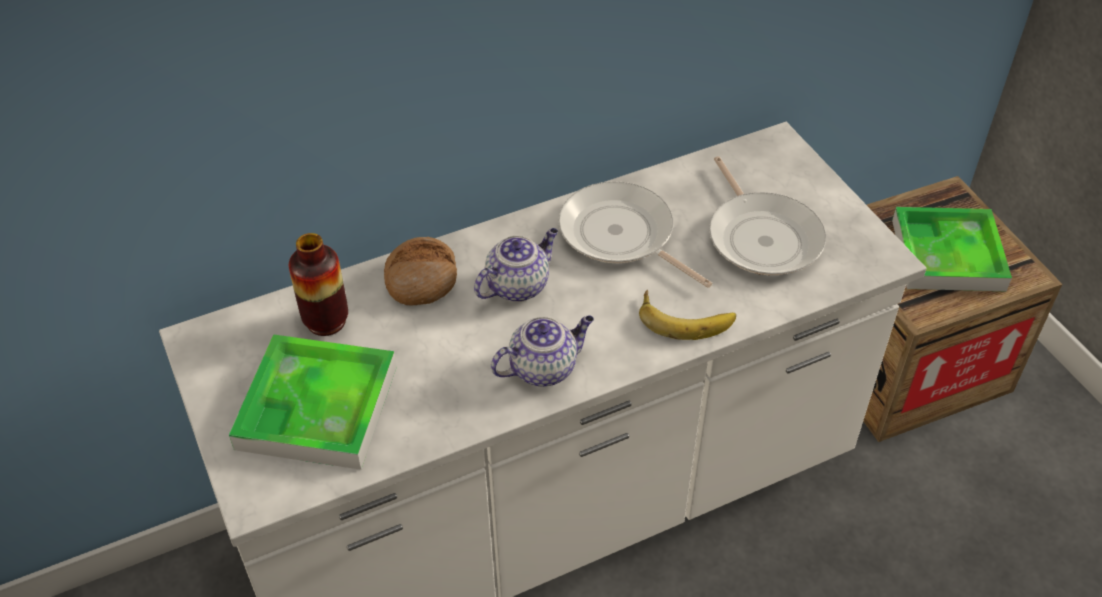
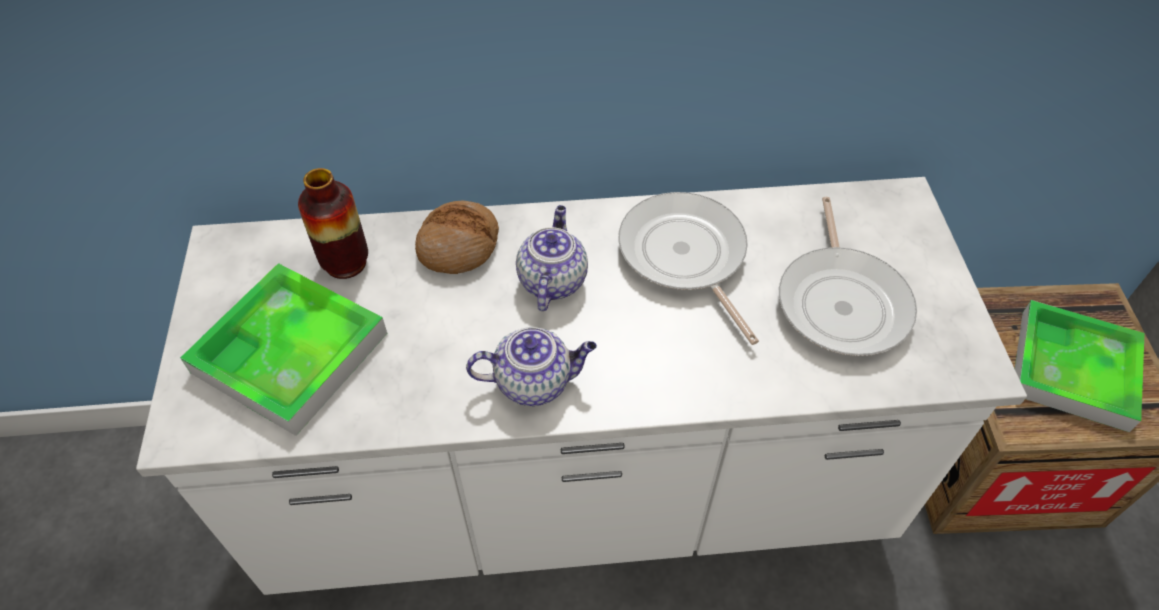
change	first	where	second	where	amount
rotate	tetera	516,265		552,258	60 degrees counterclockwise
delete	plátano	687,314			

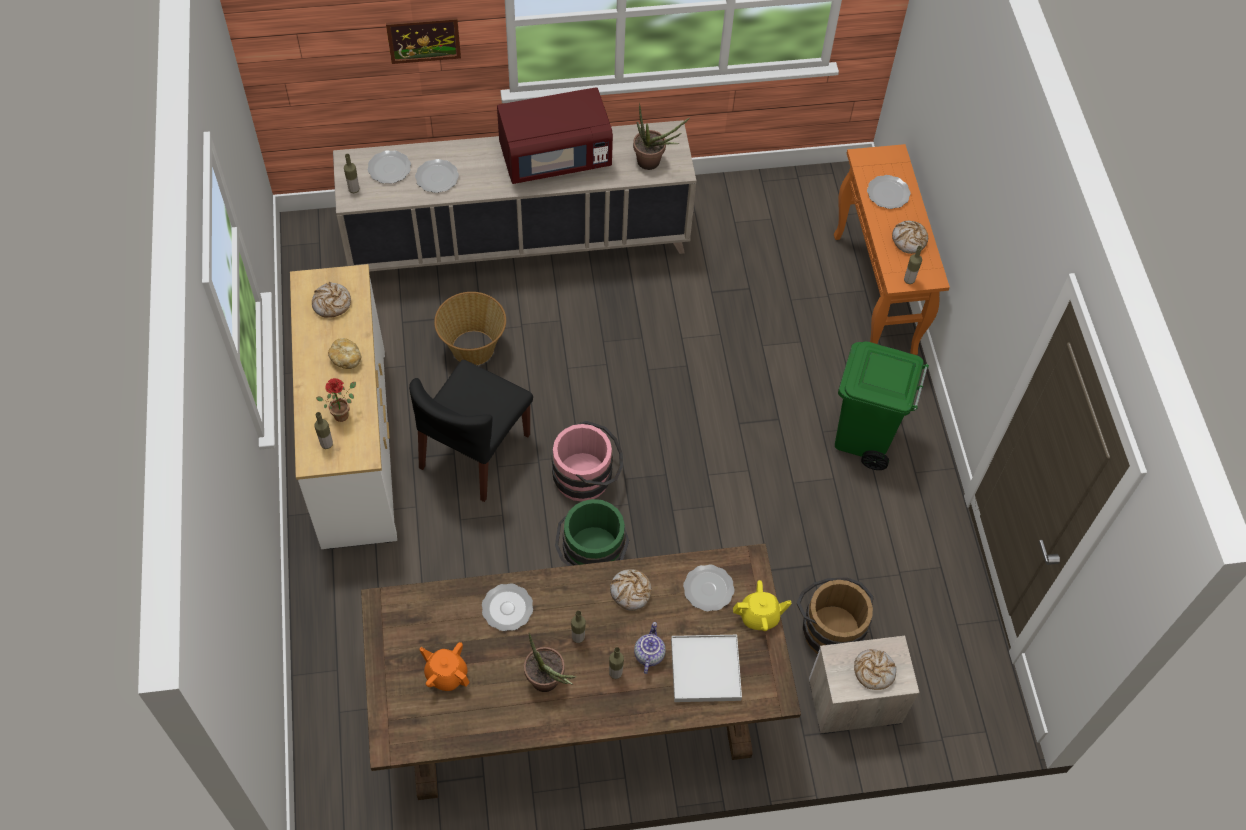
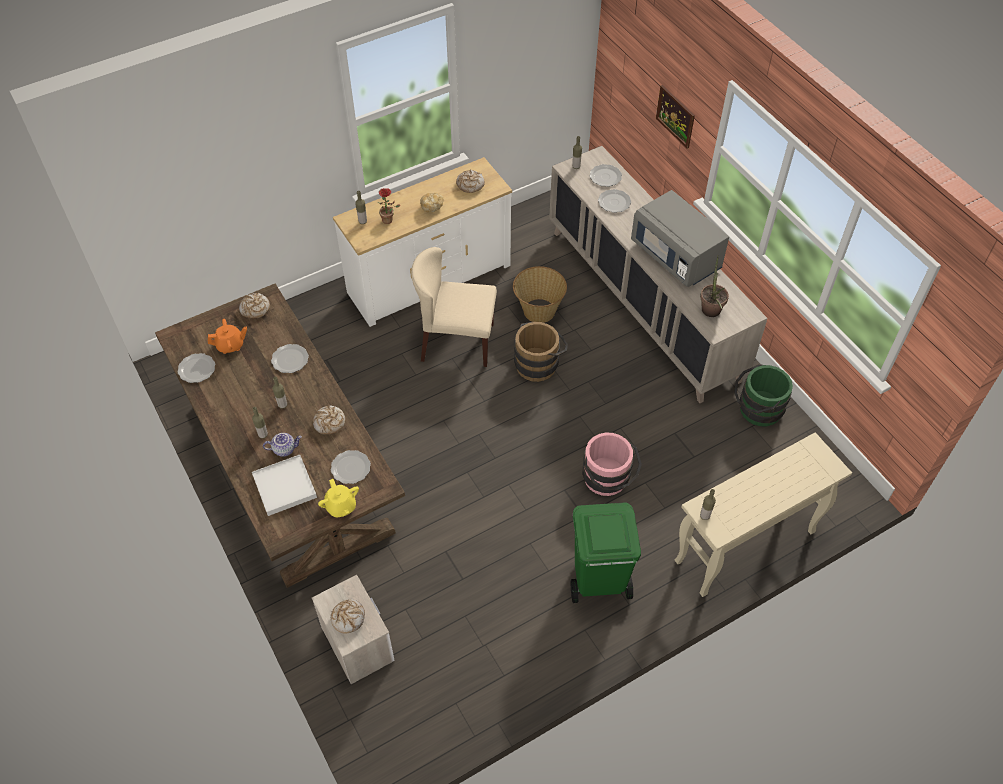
change	first	where	second	where	amount
move	plato	889,192		196,368	
rotate	tetera (naranja)	444,666		227,336	60 degrees clockwise
move	pan	910,237		254,306	
recolor	silla (negro)	471,431	silla (beis)	454,307	
move	cubo (marrón)	835,615		541,352	
move	cubo (rosa)	587,461		612,464	
recolor	microondas (rojo)	555,135	microondas (gris)	680,238	
recolor	mesa consola (naranja)	892,249	mesa consola (beis)	763,514	
move	cubo (verde)	592,532		763,395	
delete	planta en maceta	550,662			

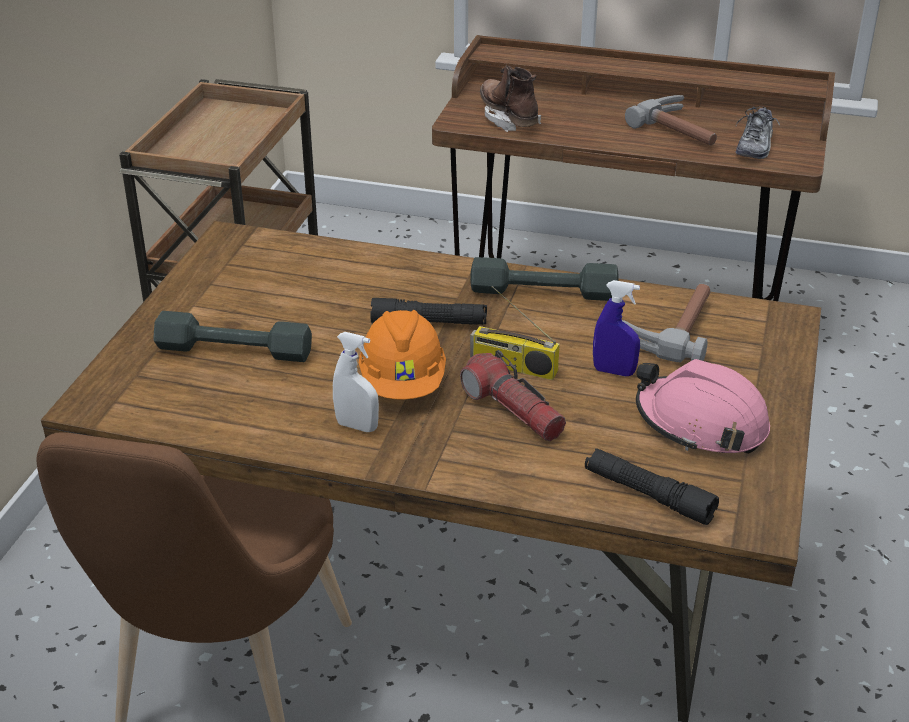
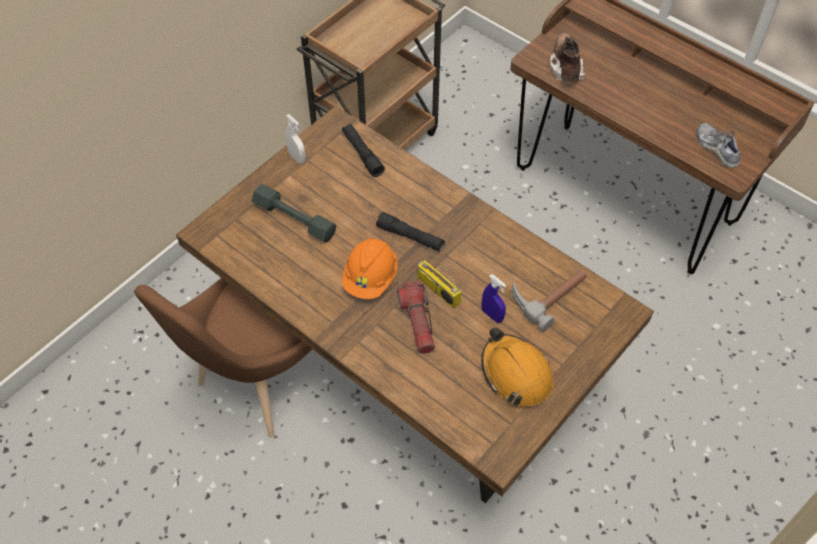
change	first	where	second	where	amount
move	pulverizador (blanco)	356,382		296,139	
move	linterna (negro)	652,486		363,150	
recolor	casco (rosa)	703,406	casco (naranja)	517,367	
rotate	zapato	757,131		718,145	105 degrees clockwise
delete	mancuerna (gris)	544,279			
delete	martillo	671,120			

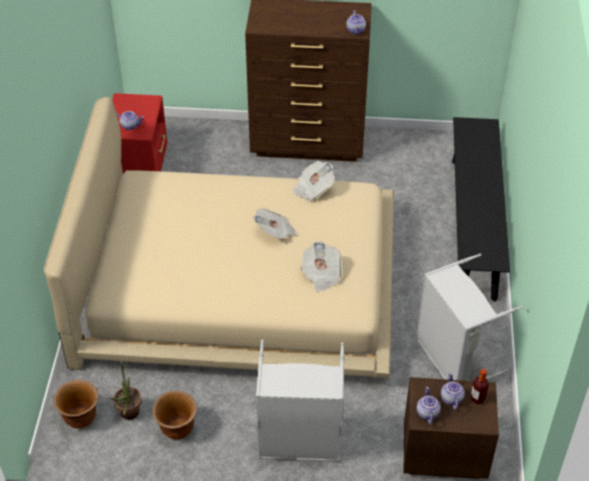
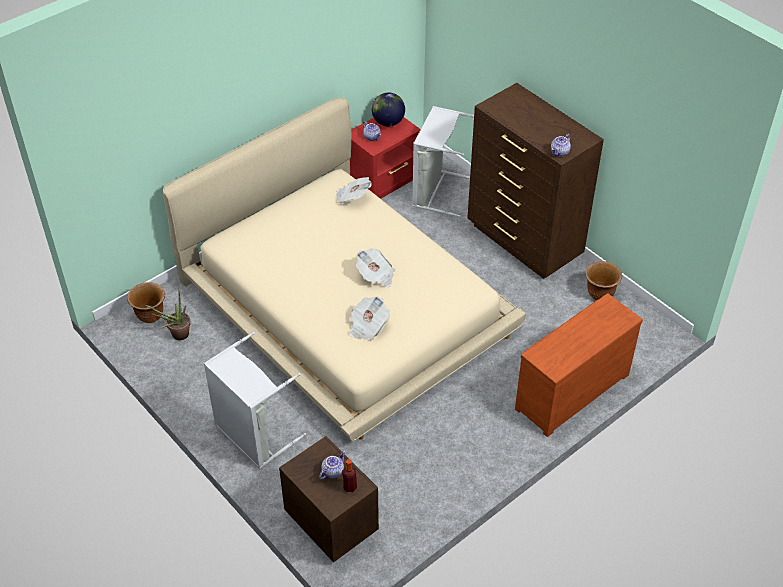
change	first	where	second	where	amount
move	periódico	313,181		354,190	
insert			globo terráqueo	388,110	
move	cesto de la ropa (gris)	469,317		443,161	
replace	banco (negro)	481,209	cómoda (marrón)	579,365	
move	maceta (marrón)	174,415		603,280	
delete	tetera	429,405			

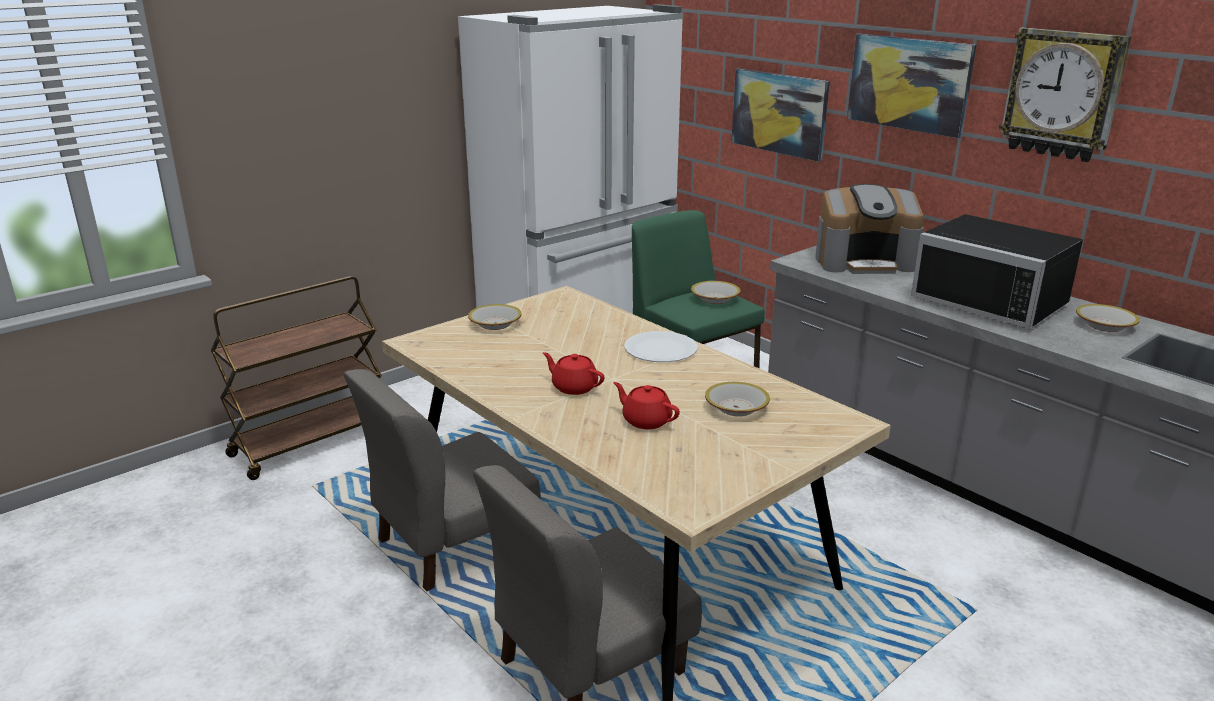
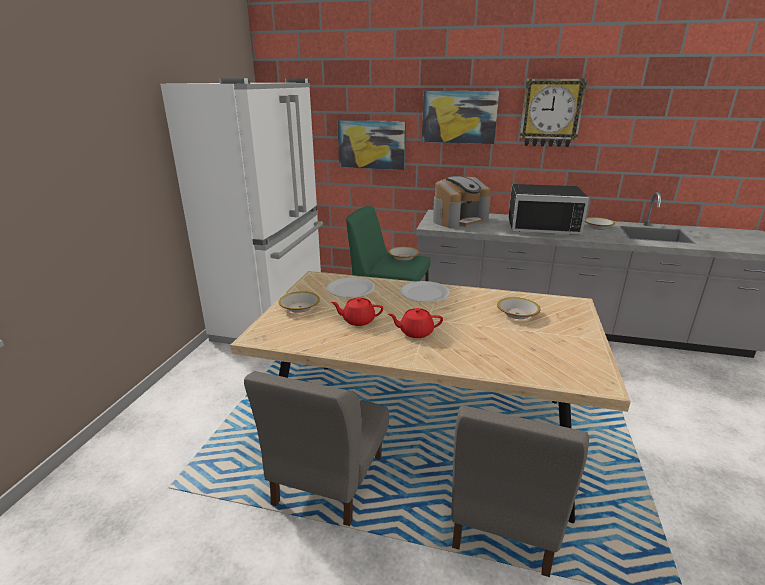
change	first	where	second	where	amount
insert			plato (blanco)	350,287	
move	tetera (rojo)	647,405		357,311	
delete	carrito (marrón)	296,378			

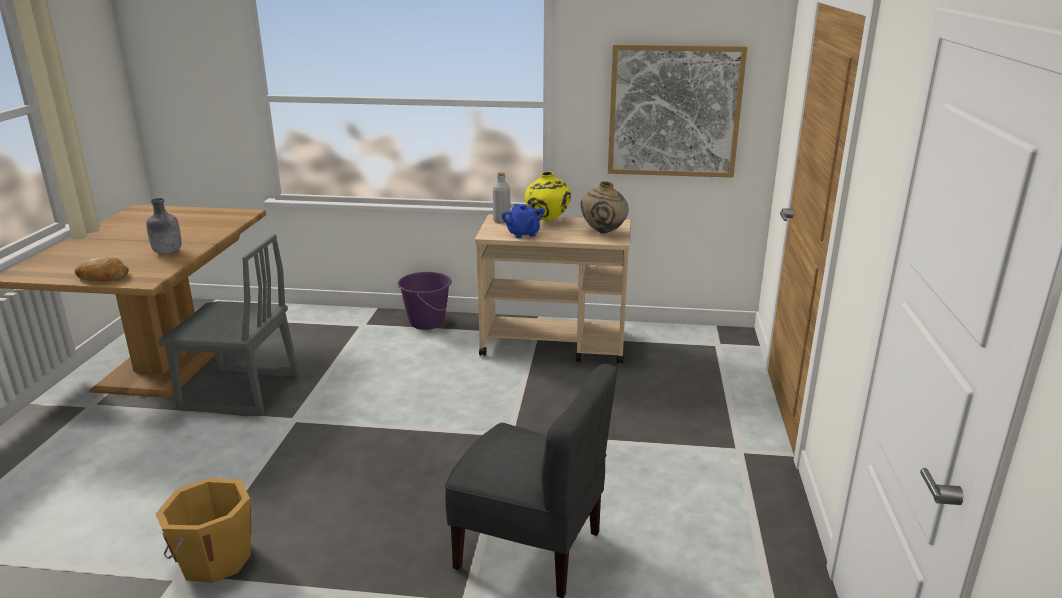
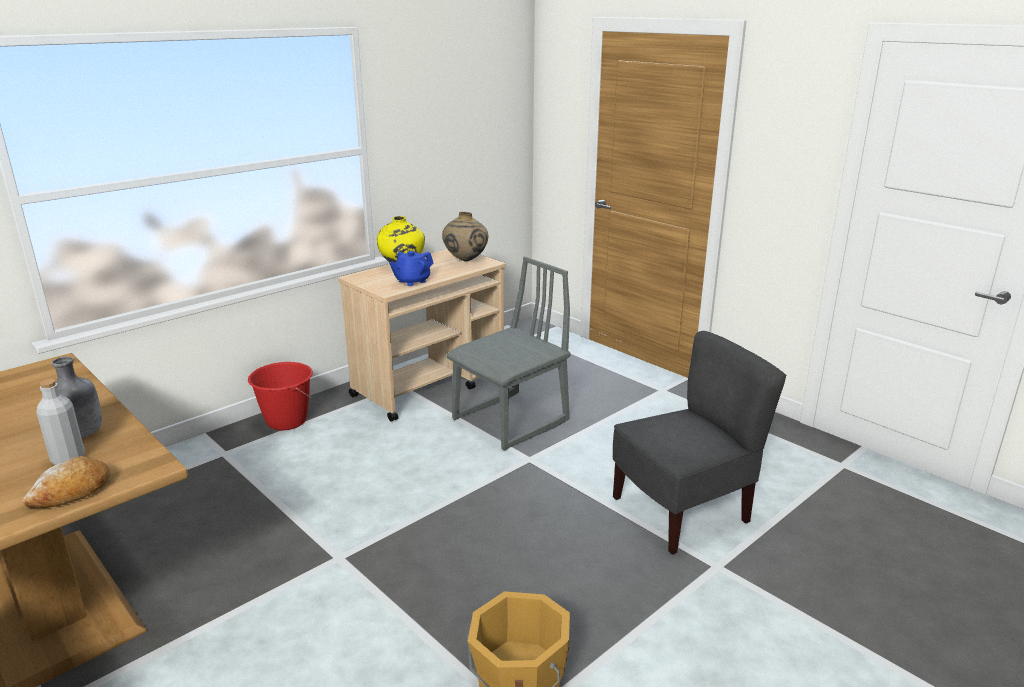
change	first	where	second	where	amount
move	botella (gris)	501,197		60,422	
recolor	cubo (morado)	424,301	cubo (rojo)	280,396	
rotate	tetera (azul)	523,221		411,268	120 degrees clockwise
move	silla (gris)	228,325		508,354	
delete	cuadro	677,111			

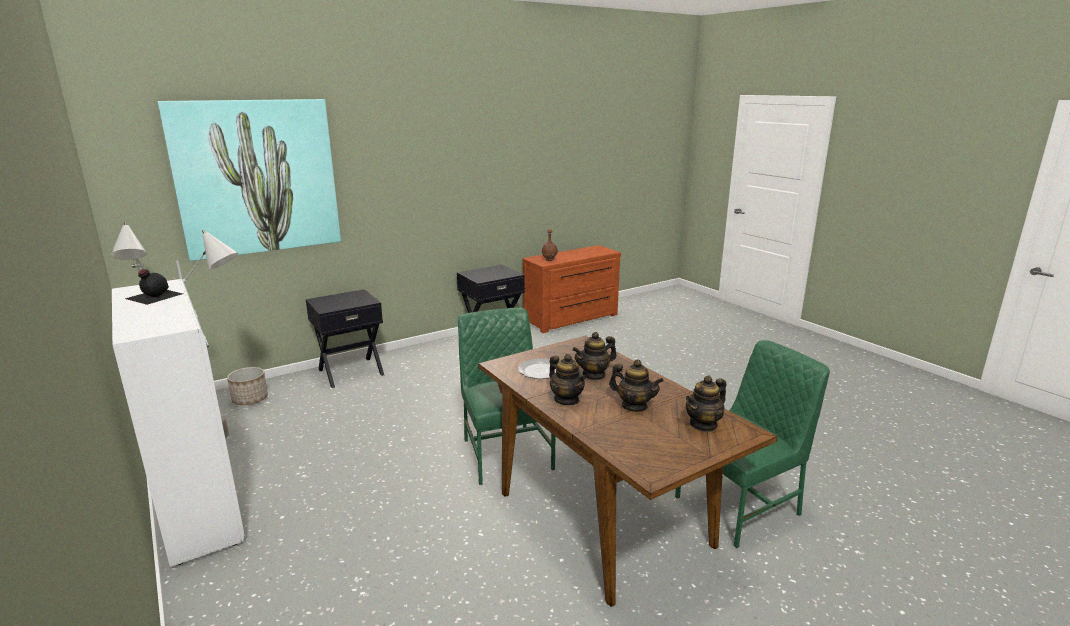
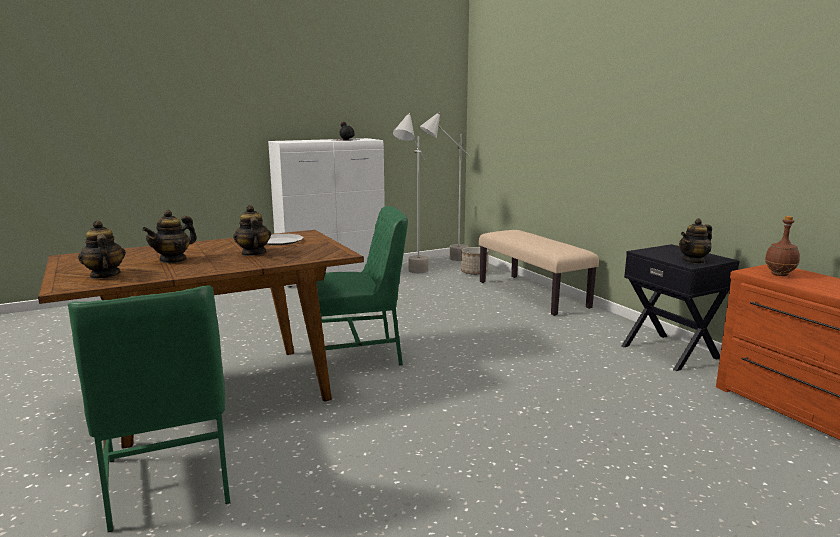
change	first	where	second	where	amount
replace	mesita de noche (negro)	345,338	banco (beis)	539,273	
move	tetera	567,379		695,241	
delete	cuadro	249,180			

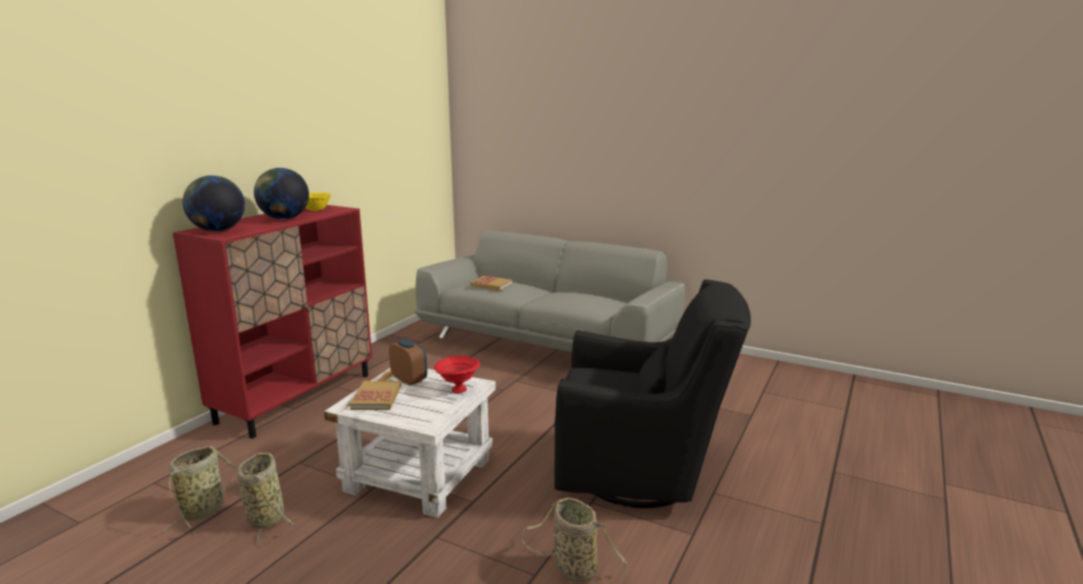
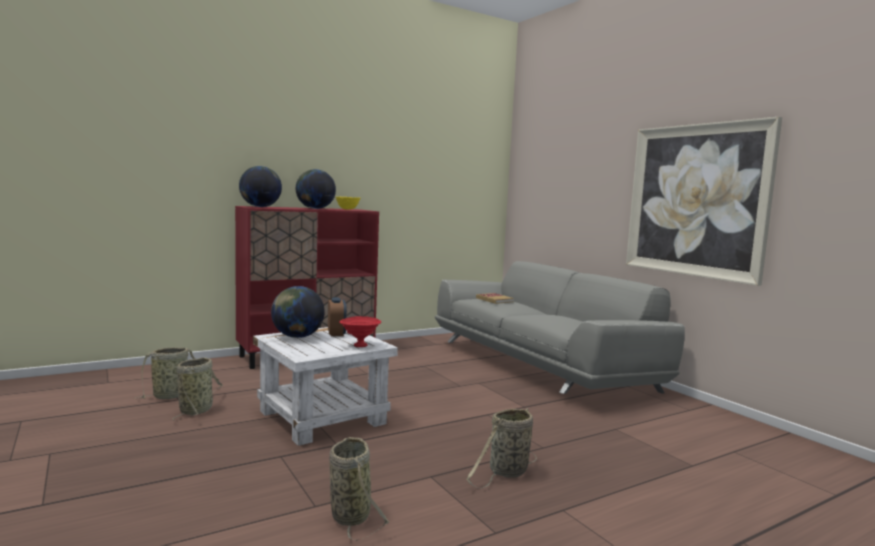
change	first	where	second	where	amount
replace	libro	375,395	globo terráqueo	298,312	
replace	sillón (negro)	652,393	cesta	502,448	
insert			cuadro	704,201	

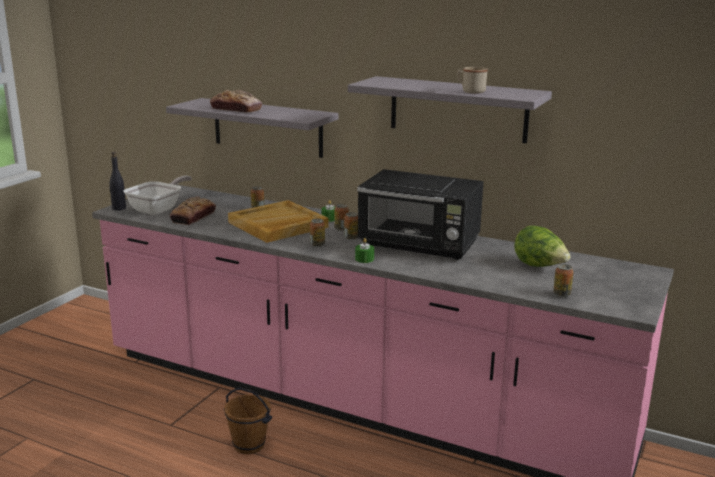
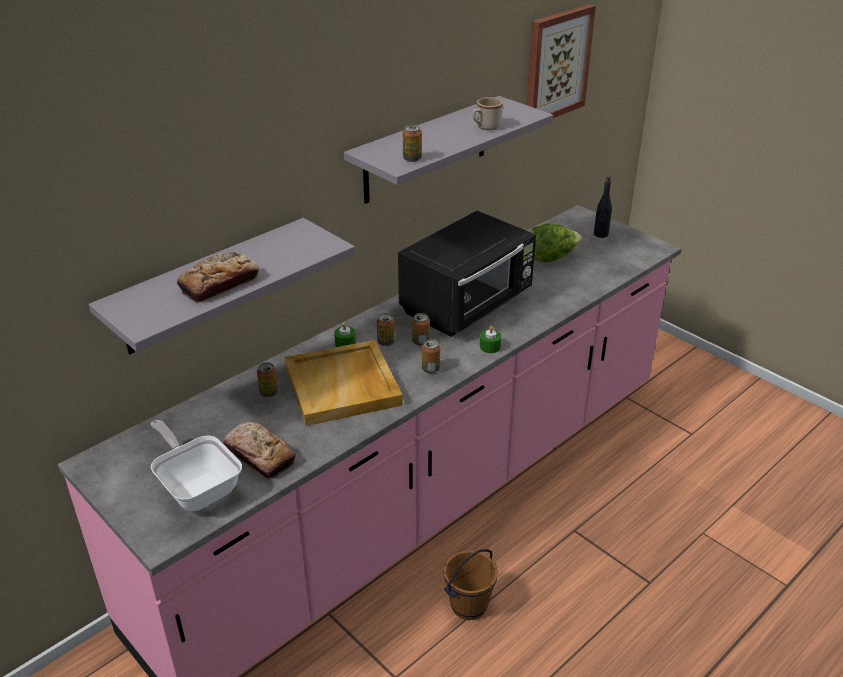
change	first	where	second	where	amount
move	lata	563,280		412,143	
insert			cuadro	561,61	
move	botella (negro)	117,181		603,206	

